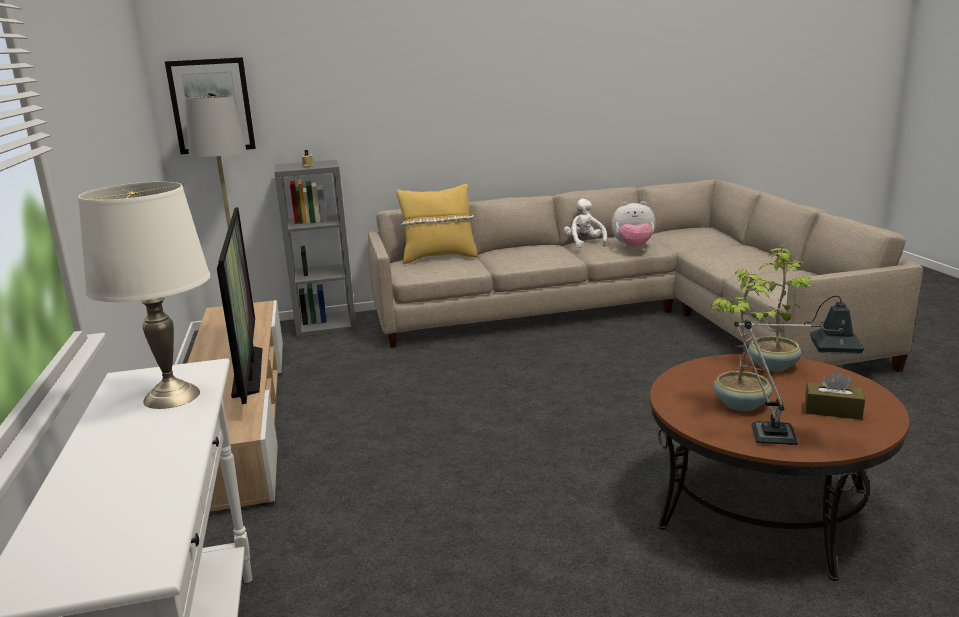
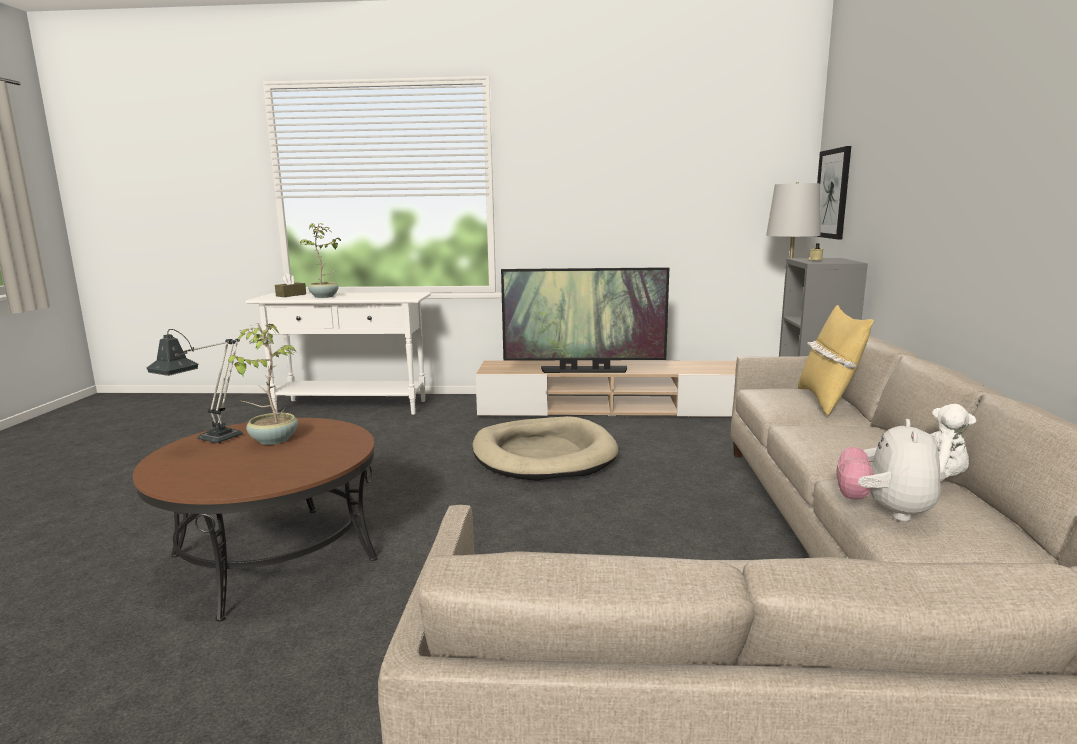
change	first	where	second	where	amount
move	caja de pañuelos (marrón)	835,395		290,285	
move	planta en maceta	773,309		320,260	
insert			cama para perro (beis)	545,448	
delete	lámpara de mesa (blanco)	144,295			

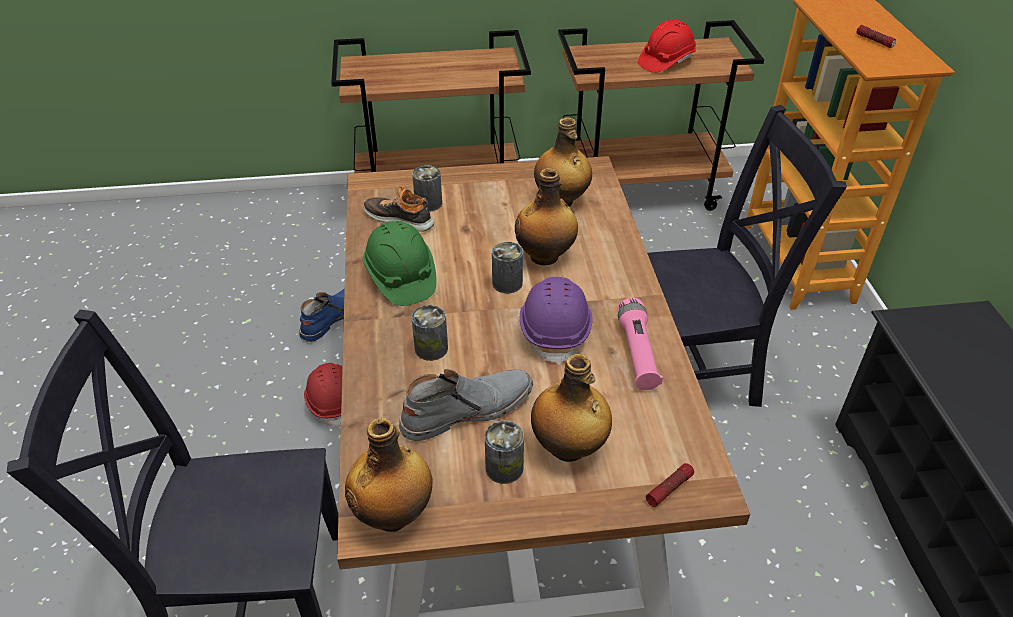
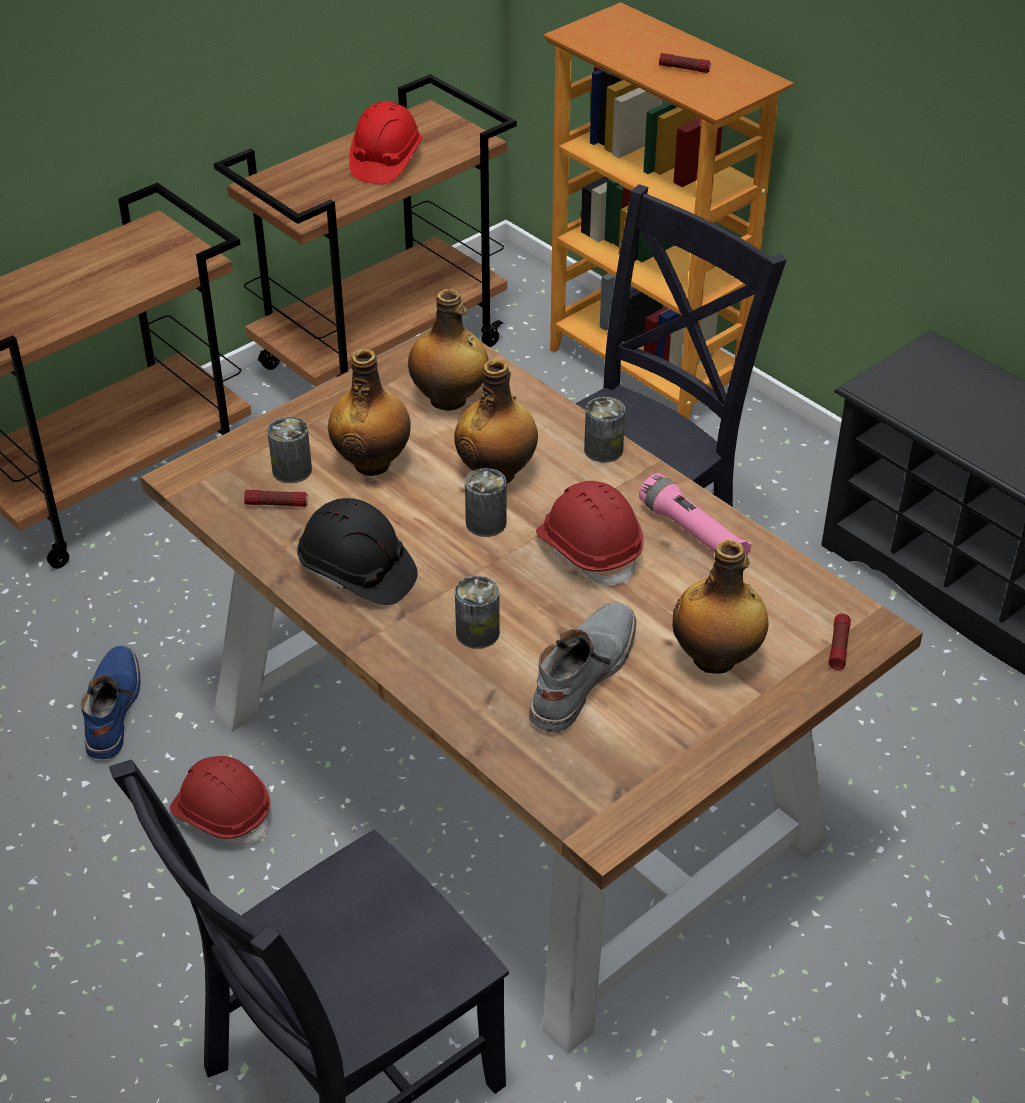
change	first	where	second	where	amount
replace	zapato	398,208	linterna	276,498	
recolor	casco (verde)	400,263	casco (negro)	357,551	
move	botella	389,475		369,412	
recolor	casco (morado)	556,321	casco (rojo)	590,533	
move	lata	504,452		604,430	

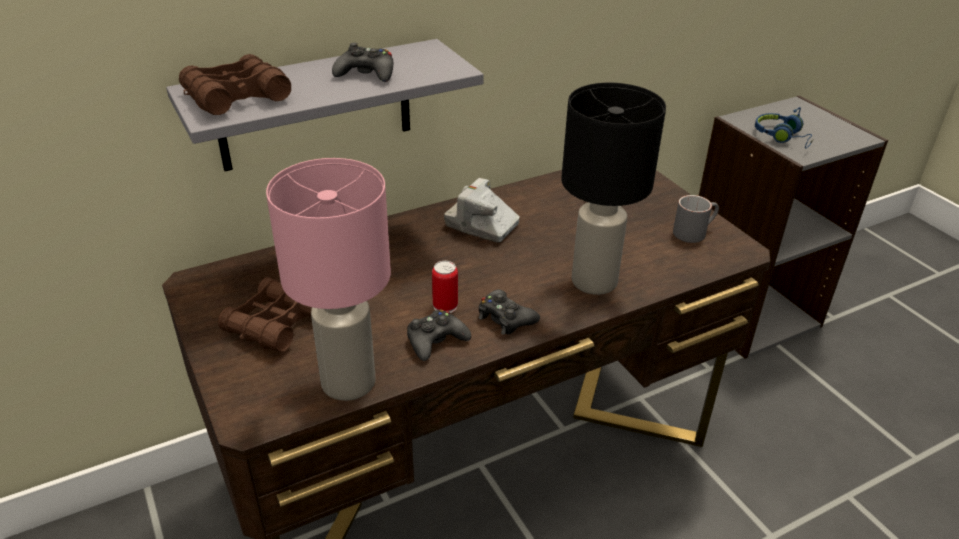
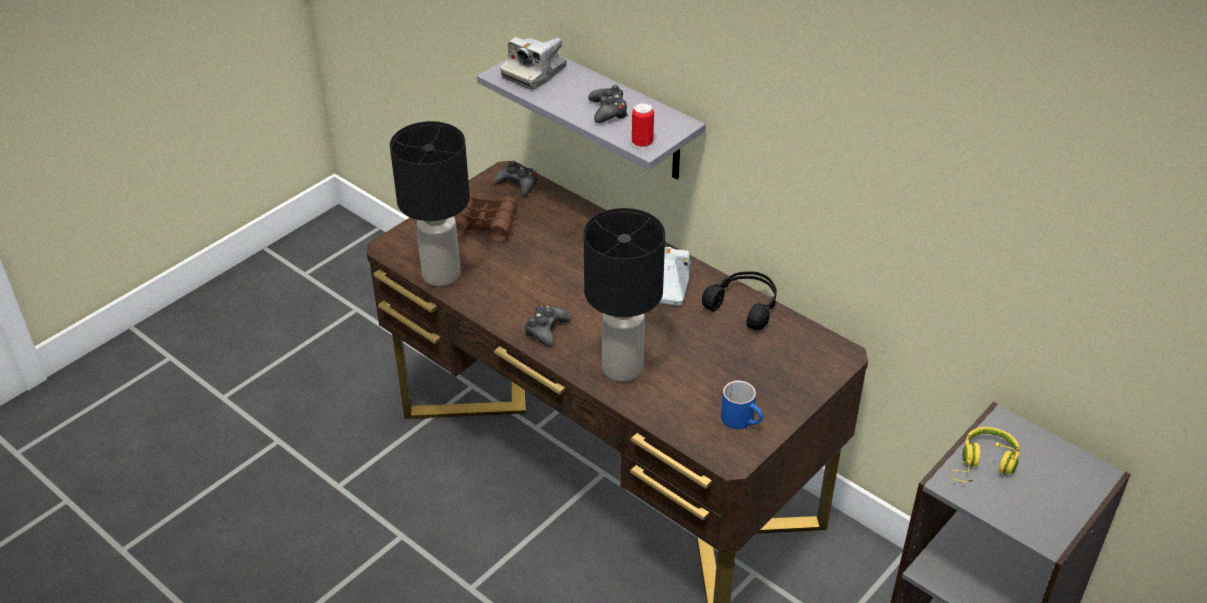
change	first	where	second	where	amount
recolor	lámpara de mesa (rosa)	328,279	lámpara de mesa (negro)	430,204	
move	mando de consola (negro)	439,335		515,178	
replace	prismáticos (marrón)	235,84	cámara	533,63	
move	lata	445,287		643,126	
insert			auriculares (negro)	739,300	
recolor	taza grande (gris)	696,219	taza grande (azul)	742,405	
recolor	auriculares (azul)	784,128	auriculares (amarillo)	985,455	

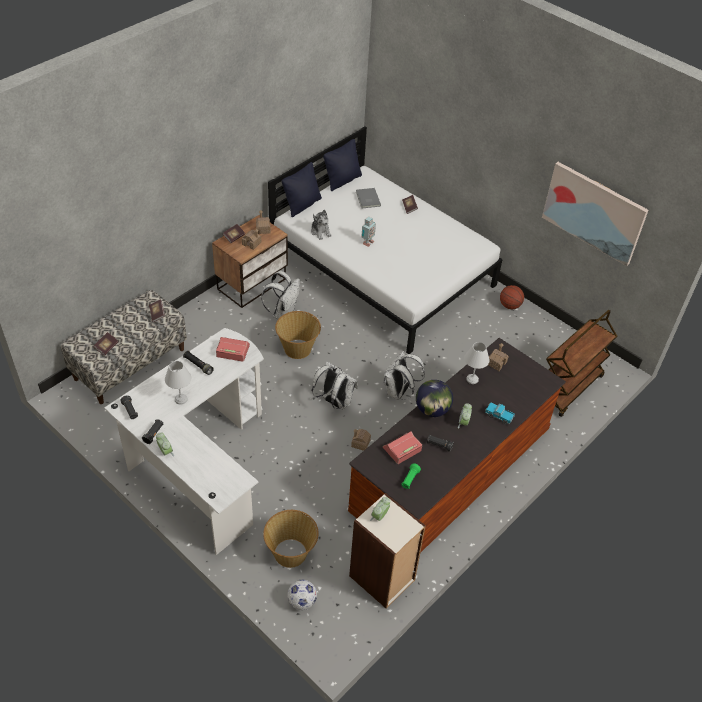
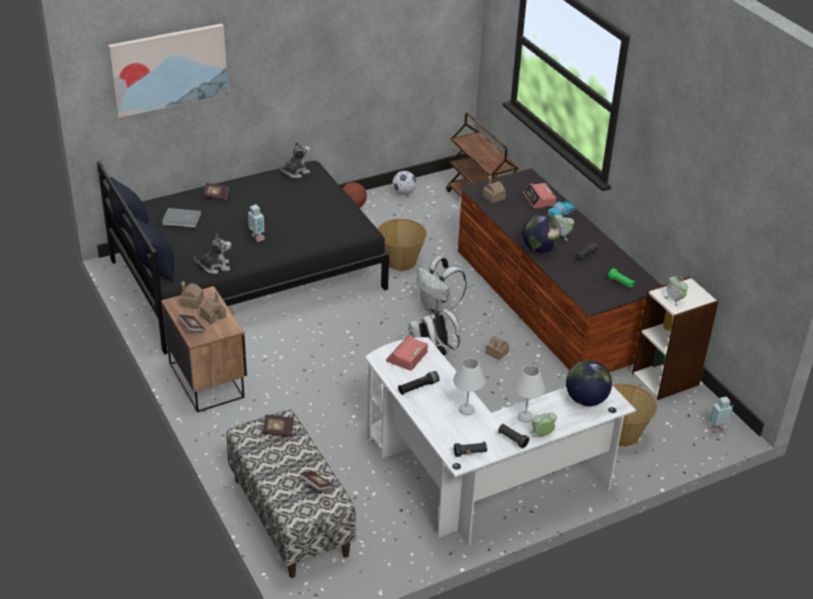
change	first	where	second	where	amount
recolor	cama (blanco)	385,240	cama (negro)	243,258	
move	cuadro	595,214		168,71	
insert			peluche	295,159	
move	cesta	298,335		402,245	
move	balón de fútbol	302,595		404,183	
move	lámpara de mesa (blanco)	476,363		529,394	
move	despertador	402,447		539,196	
insert			globo terráqueo	589,383	
insert			robot de juguete	720,414	
delete	mochila (blanco)	280,295			

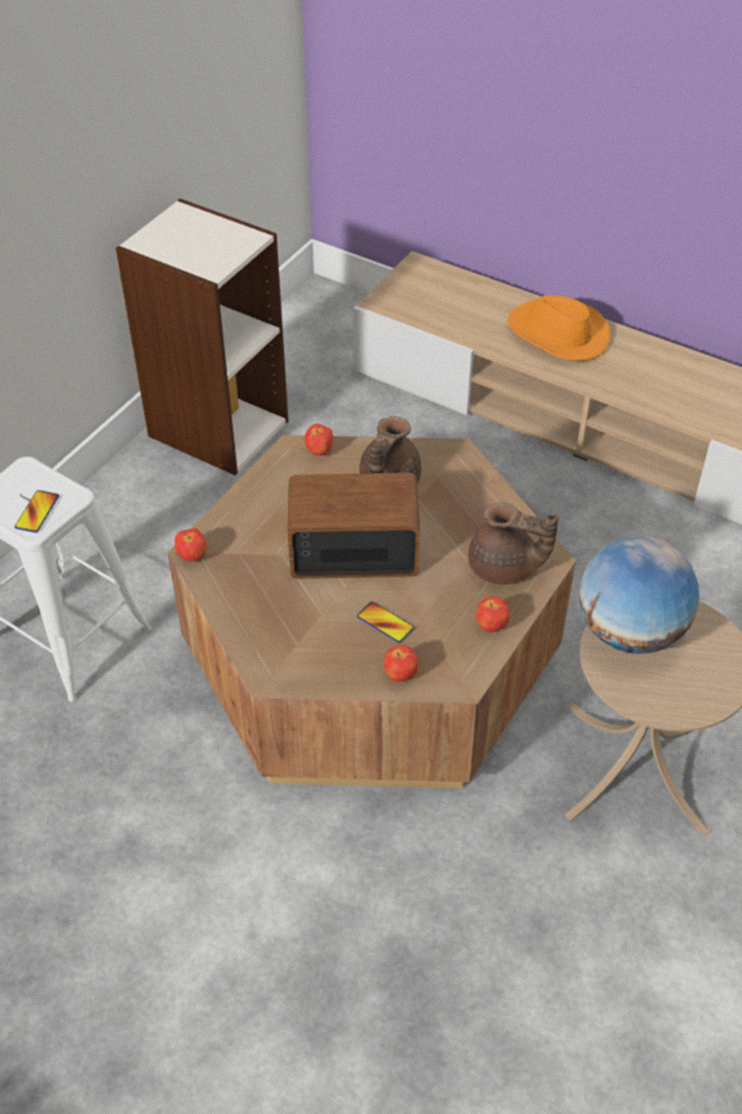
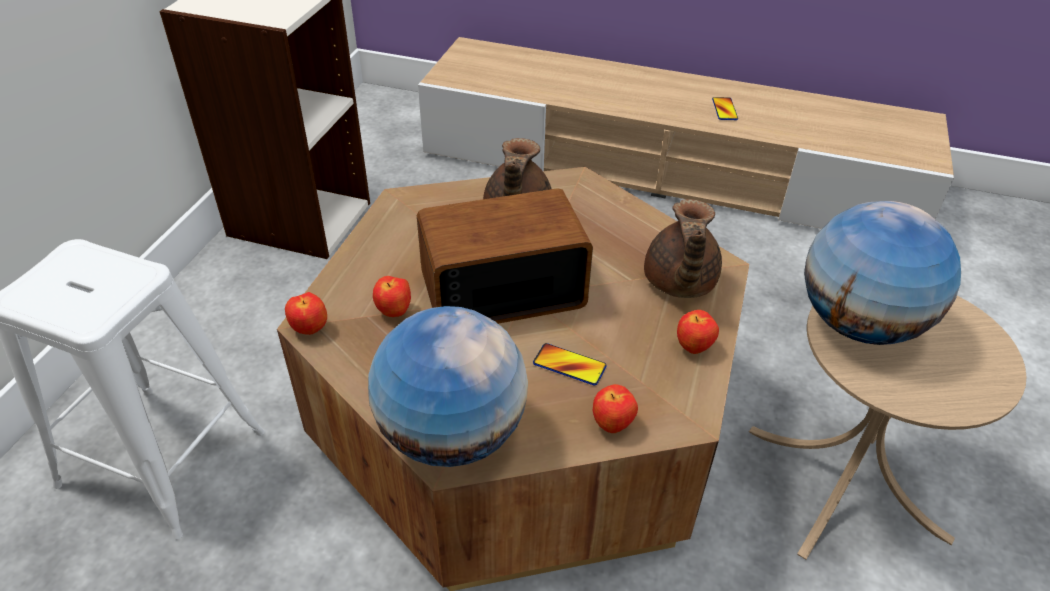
change	first	where	second	where	amount
insert			globo terráqueo	448,386	
move	manzana	319,440		392,296	
rotate	tetera (marrón)	513,543		683,248	90 degrees clockwise
move	móvil	37,511		725,108	
delete	sombrero (naranja)	558,328			

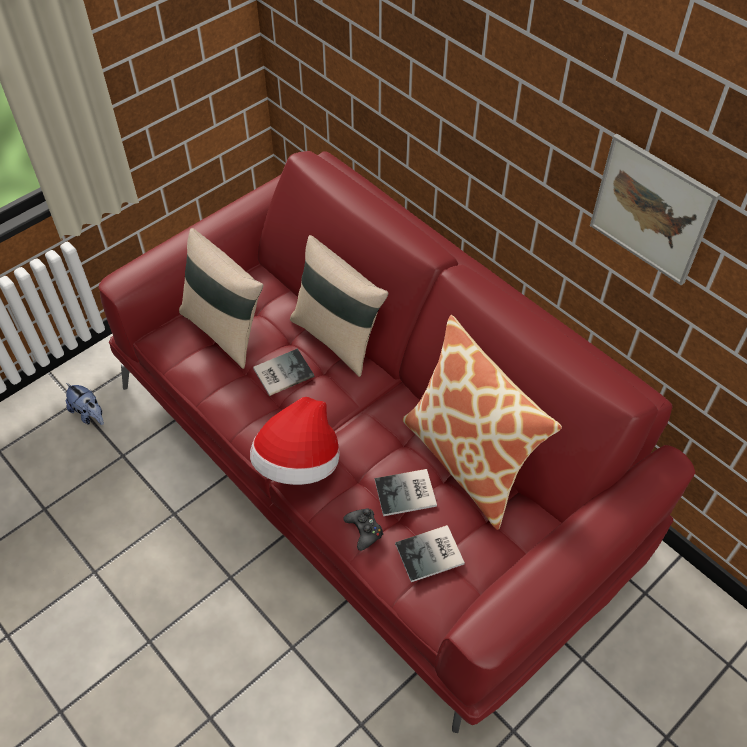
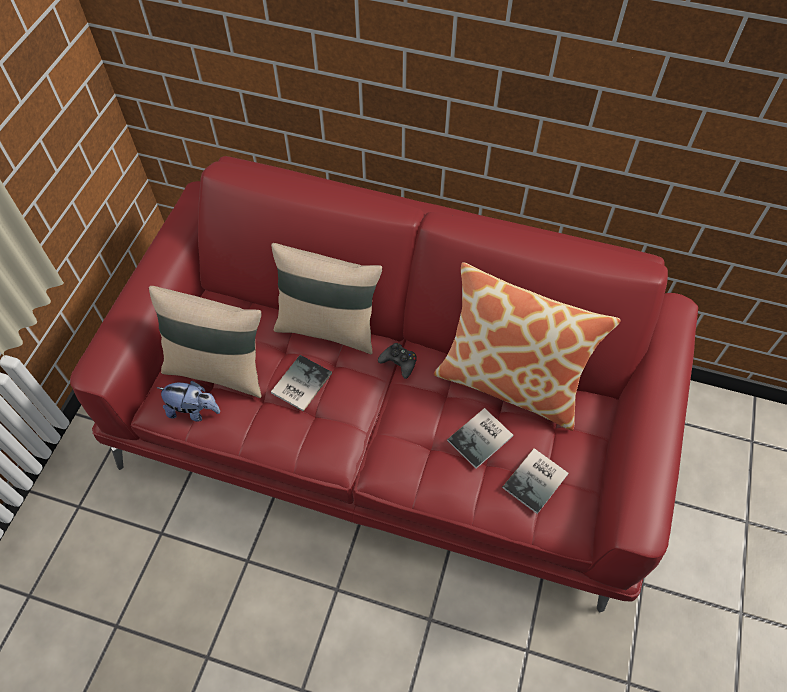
change	first	where	second	where	amount
move	peluche	85,404		188,401	
move	mando de consola (negro)	363,529		397,361	
delete	sombrero	295,441			
delete	cuadro	655,210			

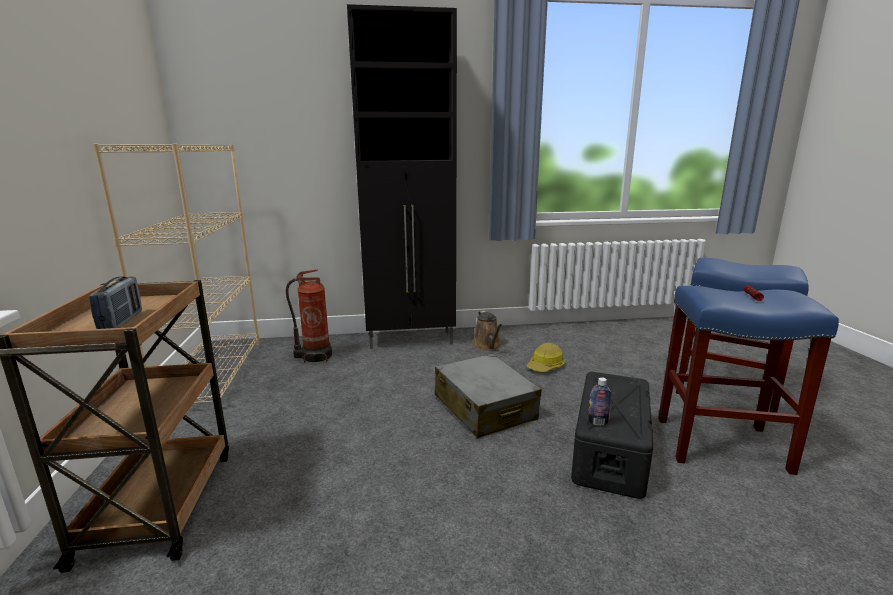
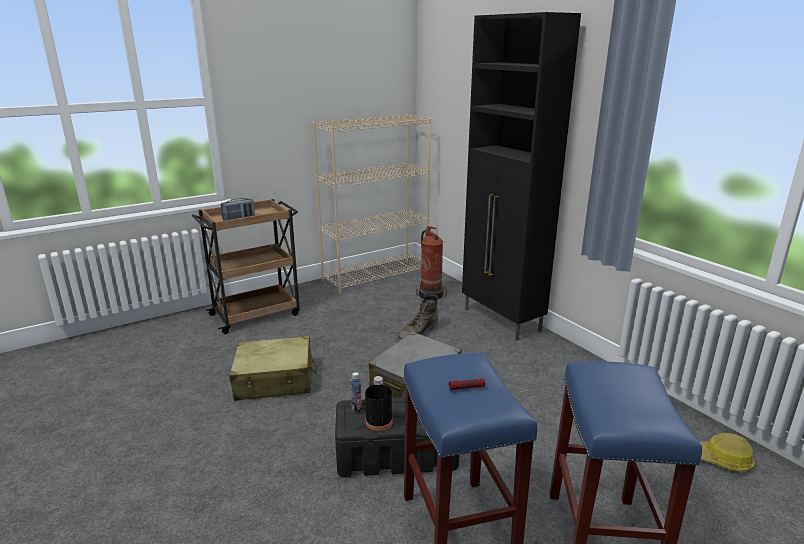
change	first	where	second	where	amount
insert			maleta (beis)	273,368	
insert			botella (negro)	378,403	
insert			bota (verde)	417,318	
move	casco	546,357		727,452	
delete	regadera (marrón)	487,330			

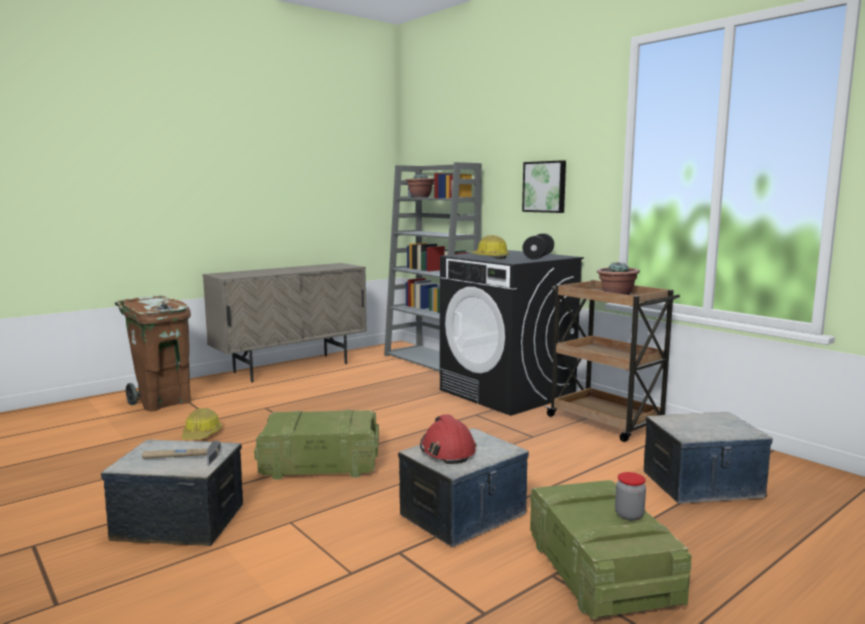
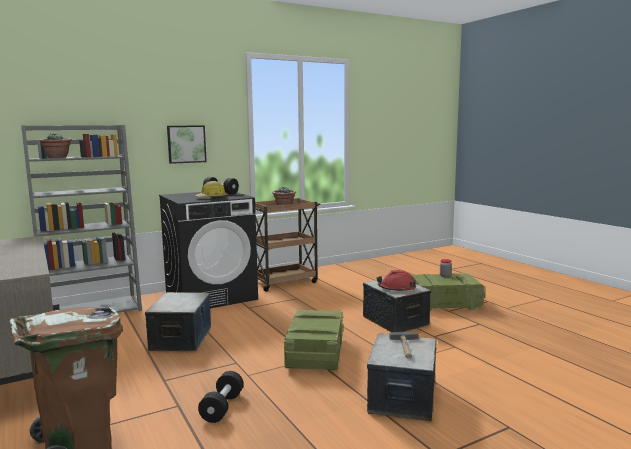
change	first	where	second	where	amount
move	caja de almacenaje	708,458		178,321	
replace	casco	201,424	mancuerna (negro)	221,397	

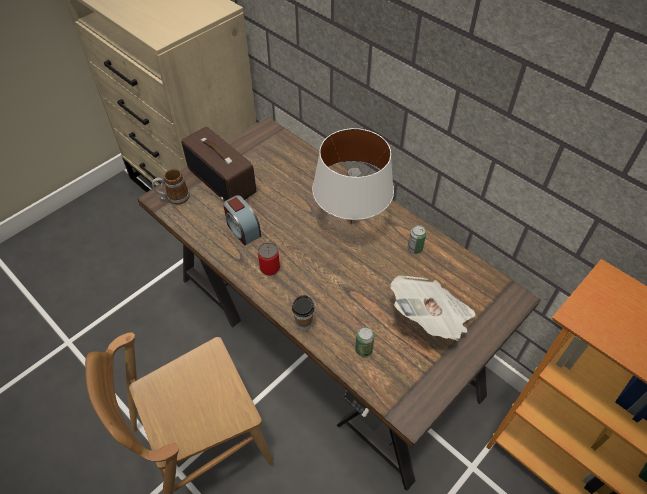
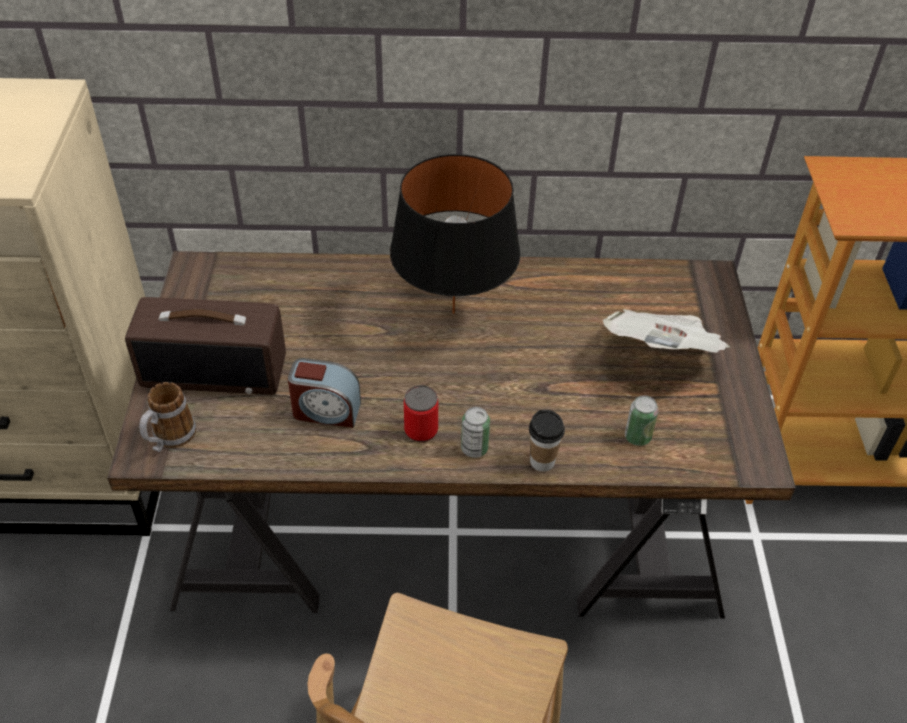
change	first	where	second	where	amount
recolor	lámpara de mesa (blanco)	353,176	lámpara de mesa (negro)	455,234	
move	lata	417,239		475,432	

